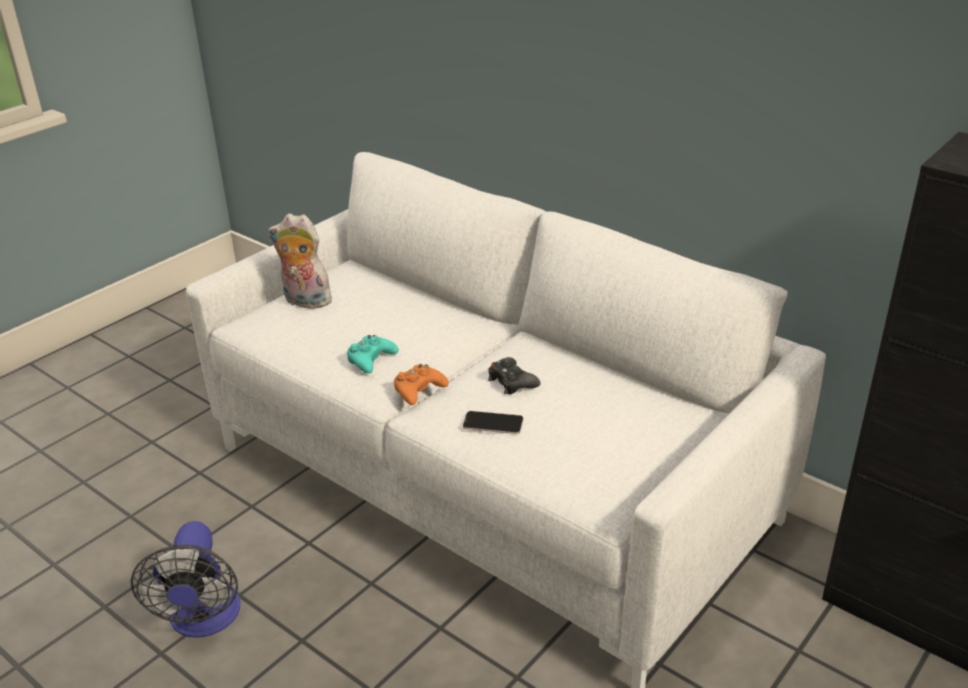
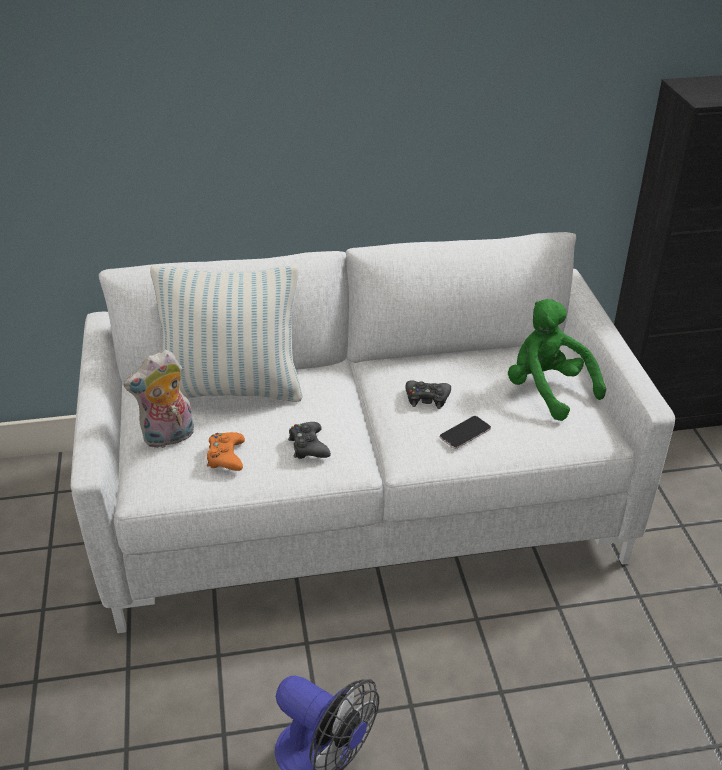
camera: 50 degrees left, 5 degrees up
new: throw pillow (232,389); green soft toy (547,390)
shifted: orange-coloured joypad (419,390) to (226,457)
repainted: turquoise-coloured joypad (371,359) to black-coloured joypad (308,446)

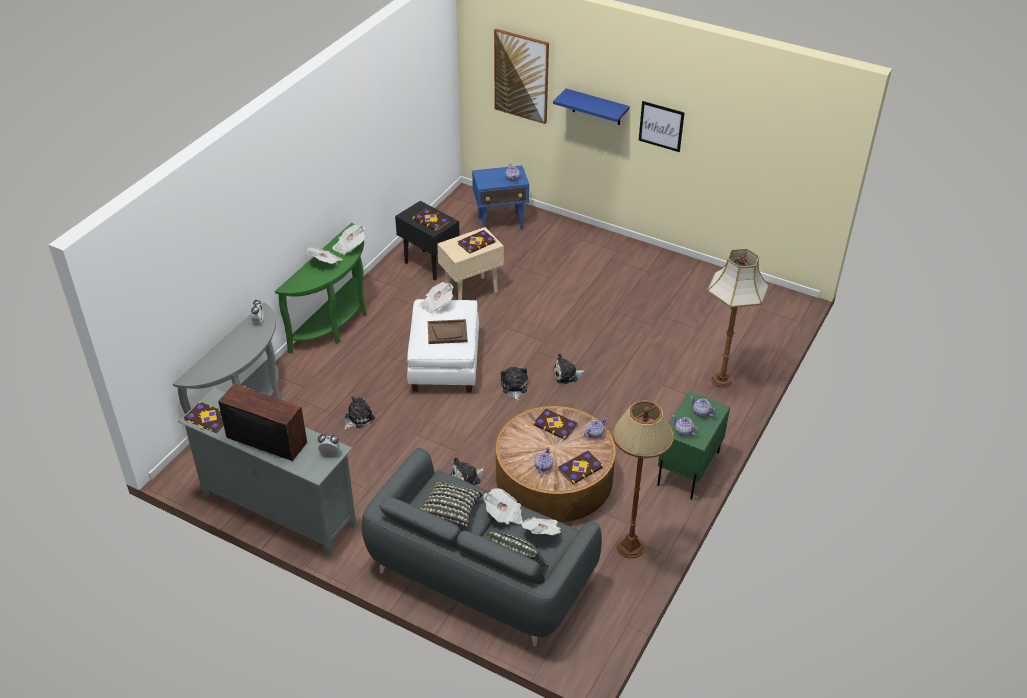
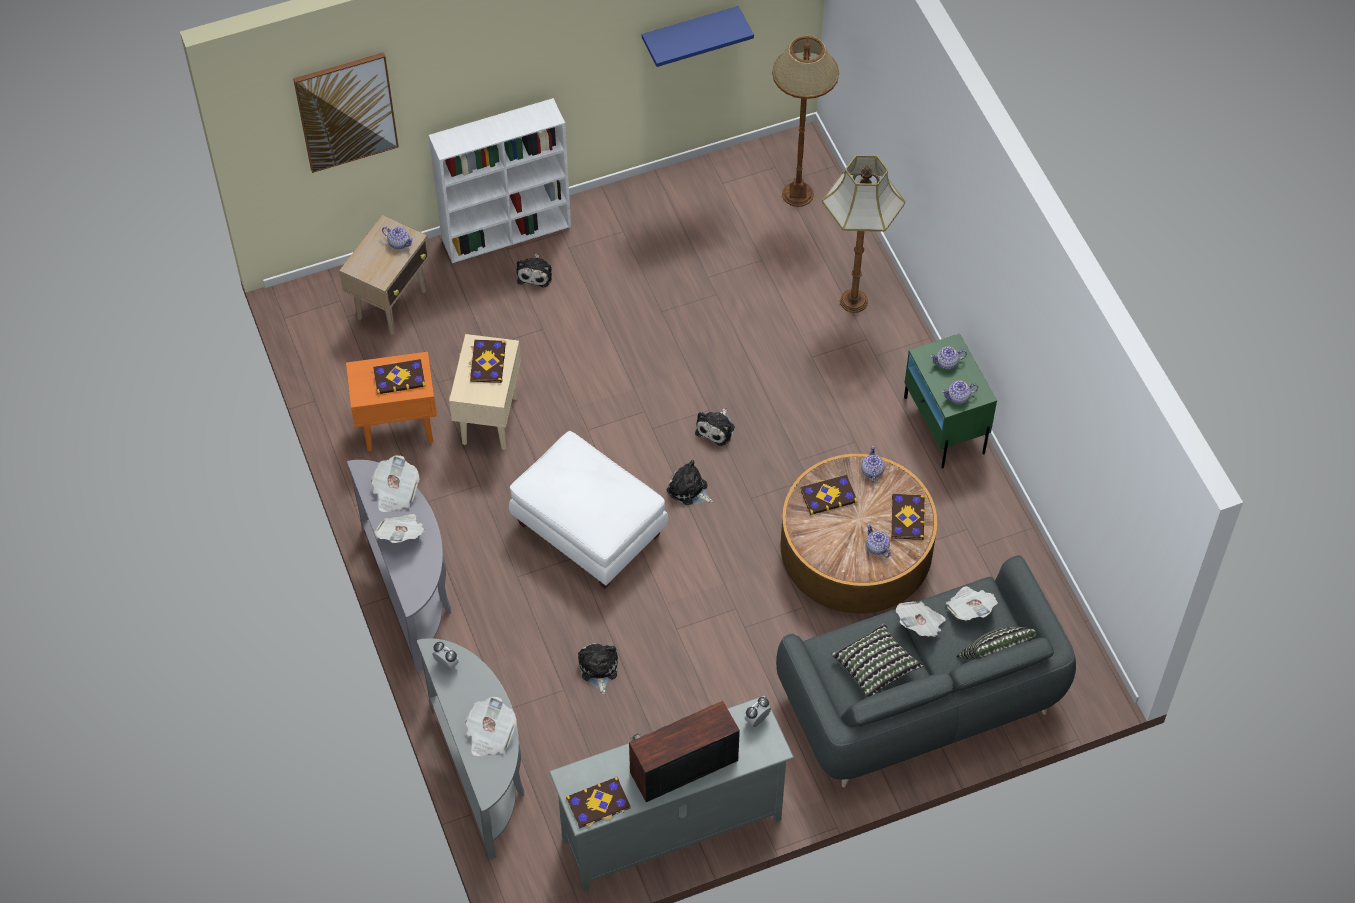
camera: 50 degrees left, 15 degrees up
gone: brown carrying tray (447,332); wall art (661,126)
new: white bookshelf (507,232)
shifted: daily paper (436,304) to (490,734); soft toy (467,478) to (535,273); blue shelf (596,107) to (690,31); brown standard lamp (630,547) to (798,194)
repainted: green hall table (336,323) to greyish hall table (412,591); black-coloured end table (429,265) to orange-coloured end table (397,429); blue end table (501,223) to sand-coloured end table (392,304)

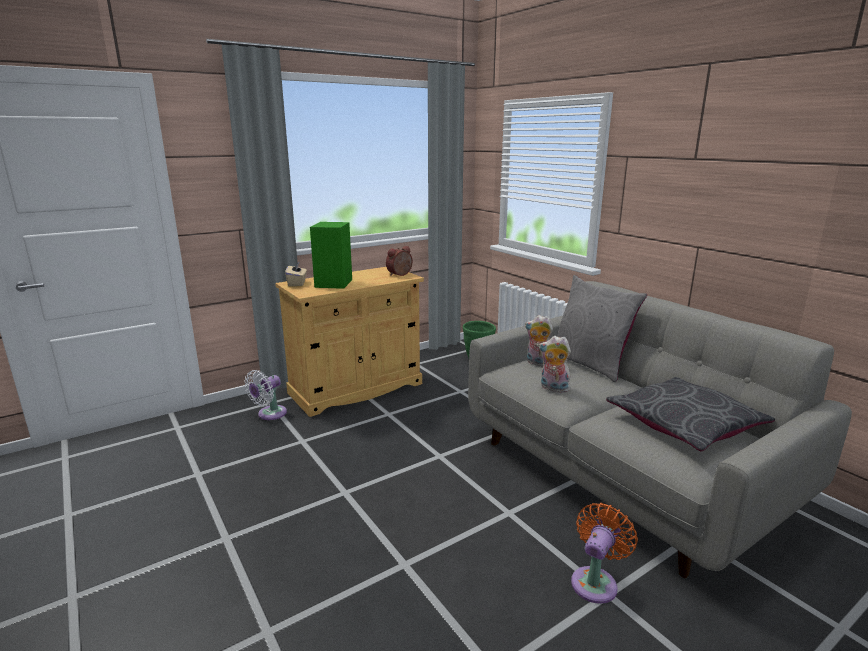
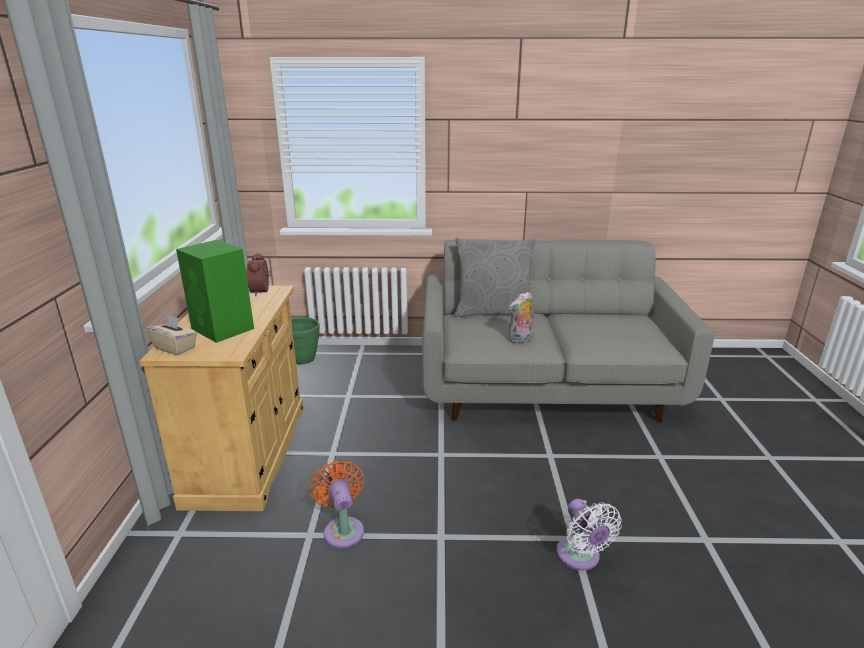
camera: 55 degrees left, 5 degrees up
gone: soft toy (537,363); greyish throw pillow (684,424)
shifted: white fan (269,414) to (580,557); orange-coloured fan (596,581) to (343,529)

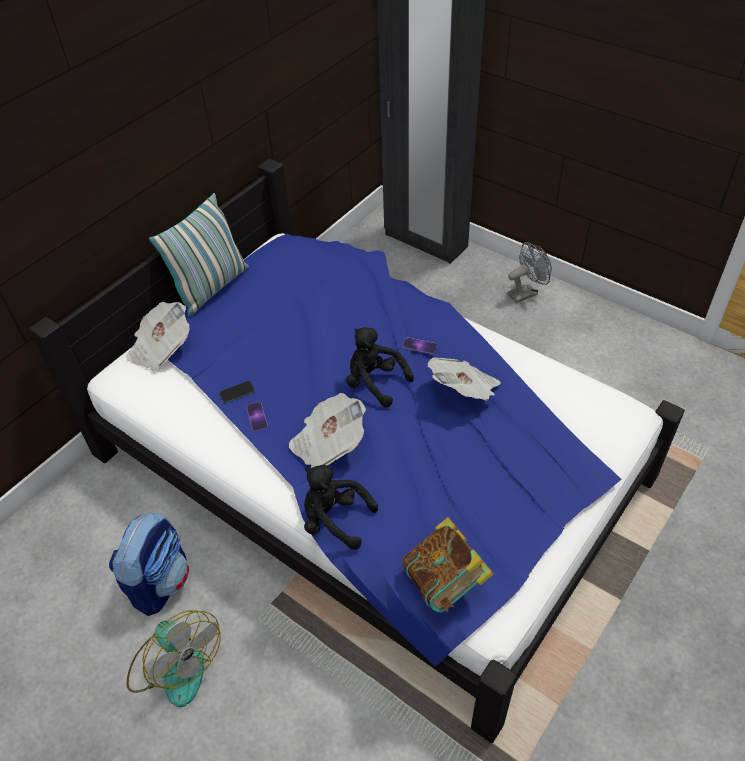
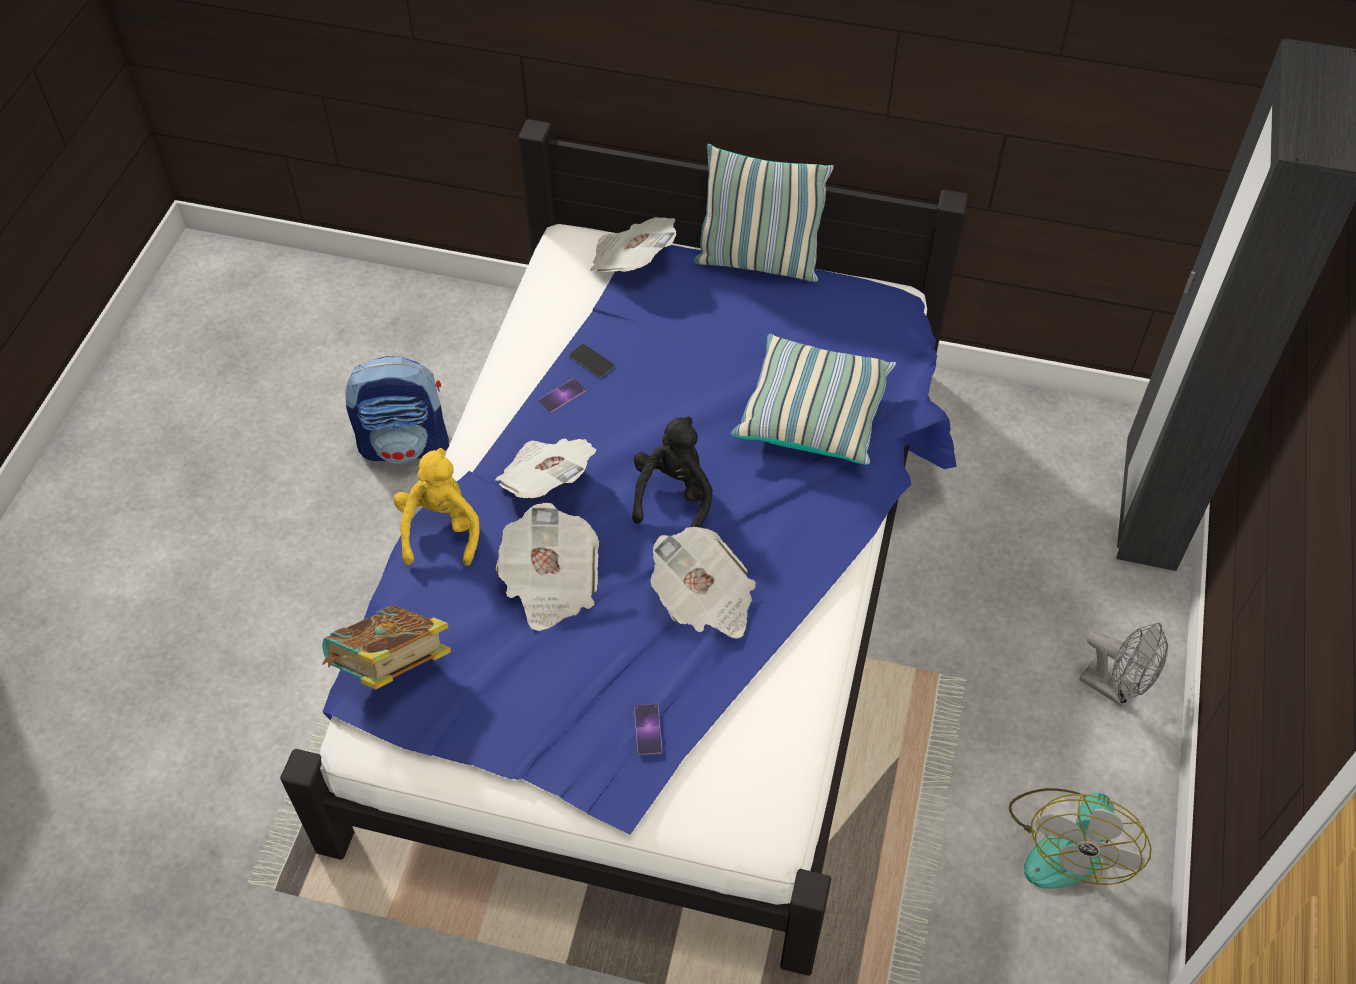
camera: 65 degrees right, 5 degrees up
new: daily paper (550,584); throw pillow (813,414)
shifted: fan (175,665) to (1067,843); handset (419,346) to (648,729)
repainted: black-coloured soft toy (334,520) to yellowish soft toy (441,529)

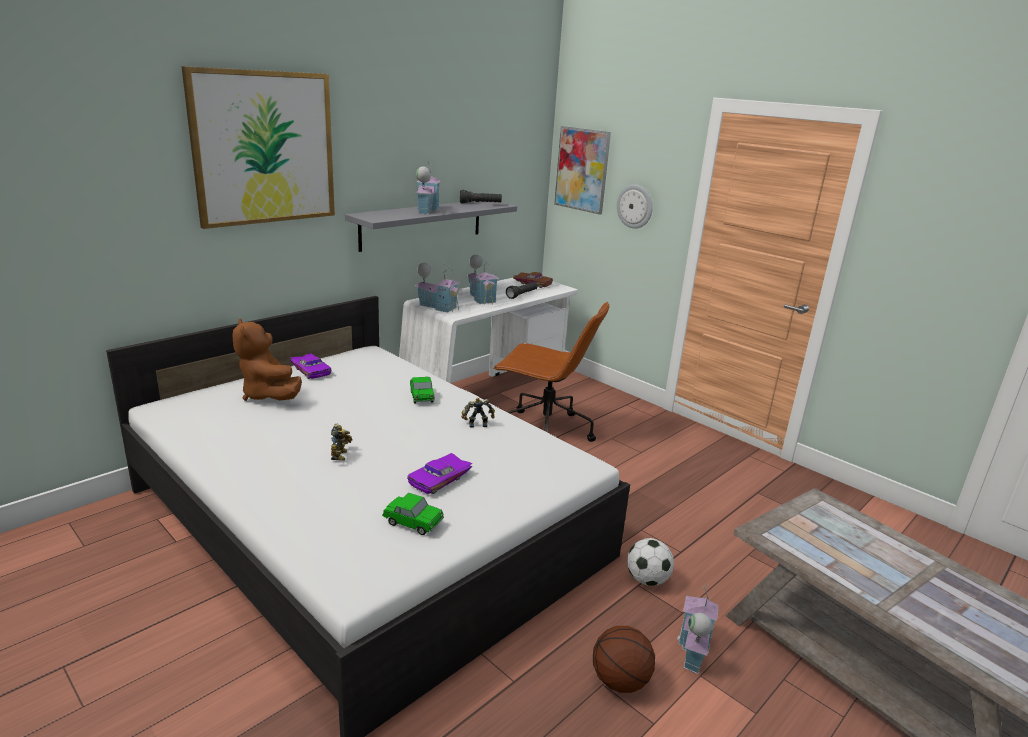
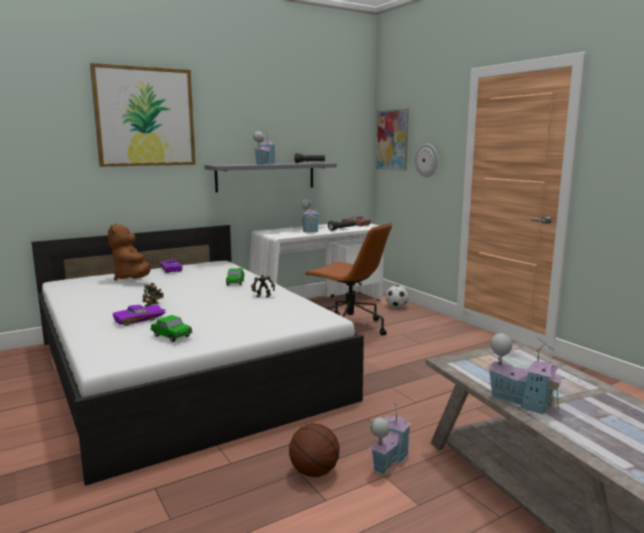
camera: 15 degrees right, 10 degrees down
shifted: purplish miniature car (441,480) to (140,320); model house (438,307) to (522,401); ball for football (647,580) to (396,307)

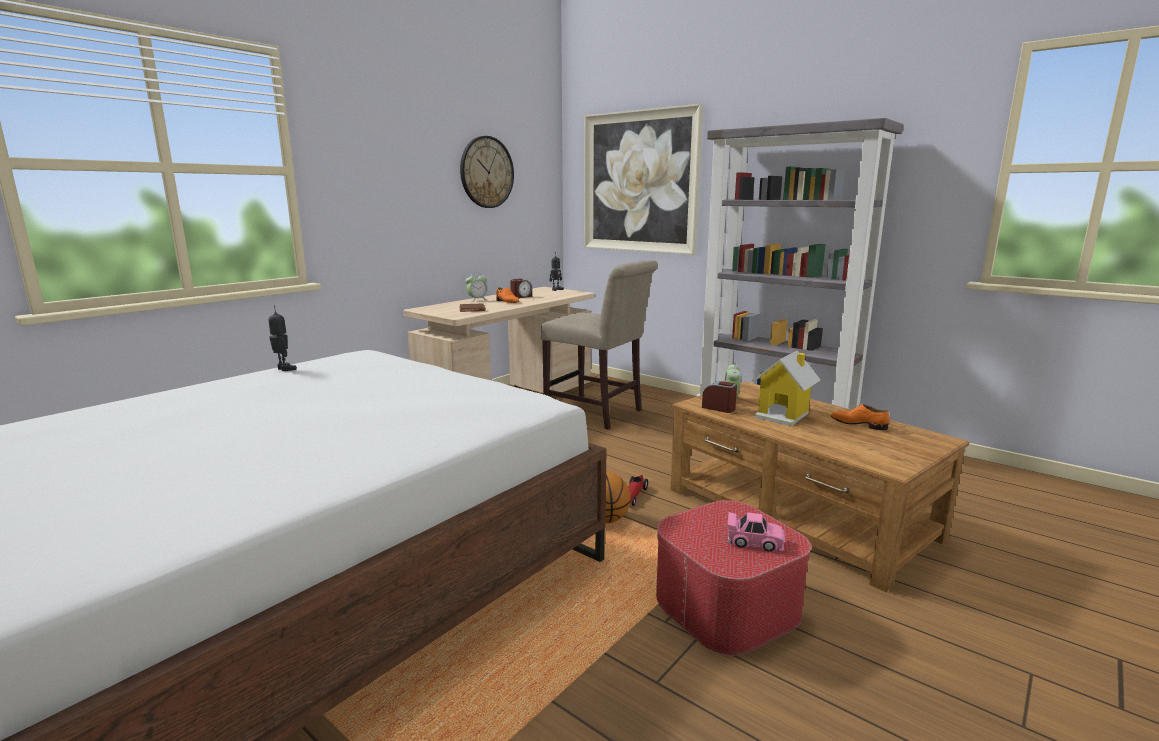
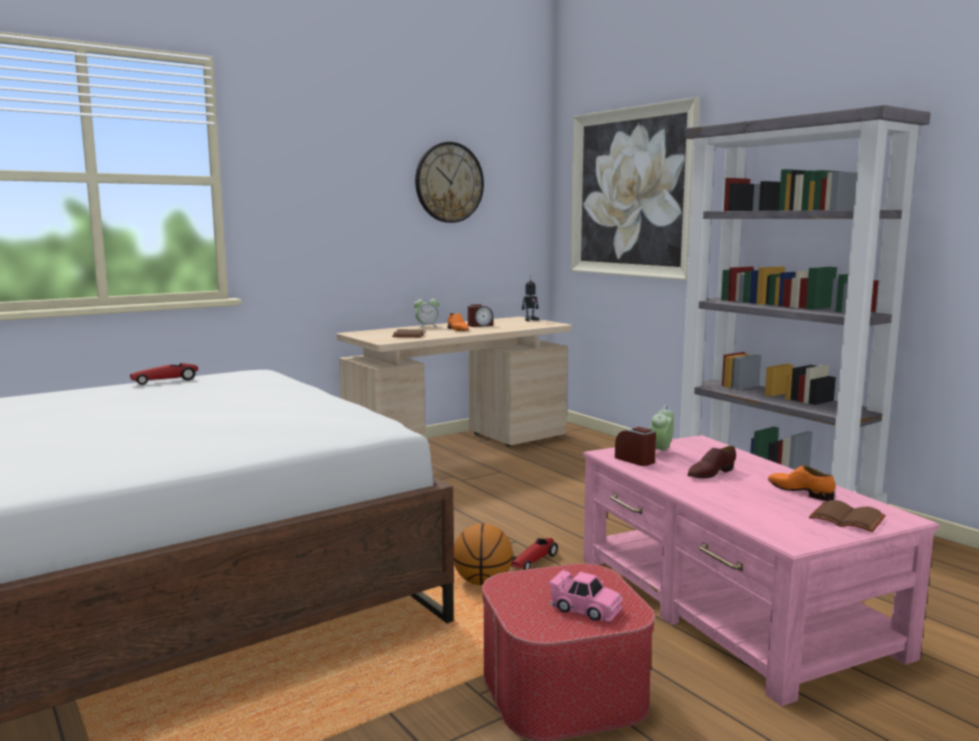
camera: 15 degrees right, 5 degrees down
gone: sand-coloured plain chair (597,413)
new: brown volume (848,518)
swapped: model robot (284,369) to miniature car (165,381); model house (783,415) to brown shoe (710,473)
repainted: brown lounge table (798,513) to pinkish lounge table (729,604)

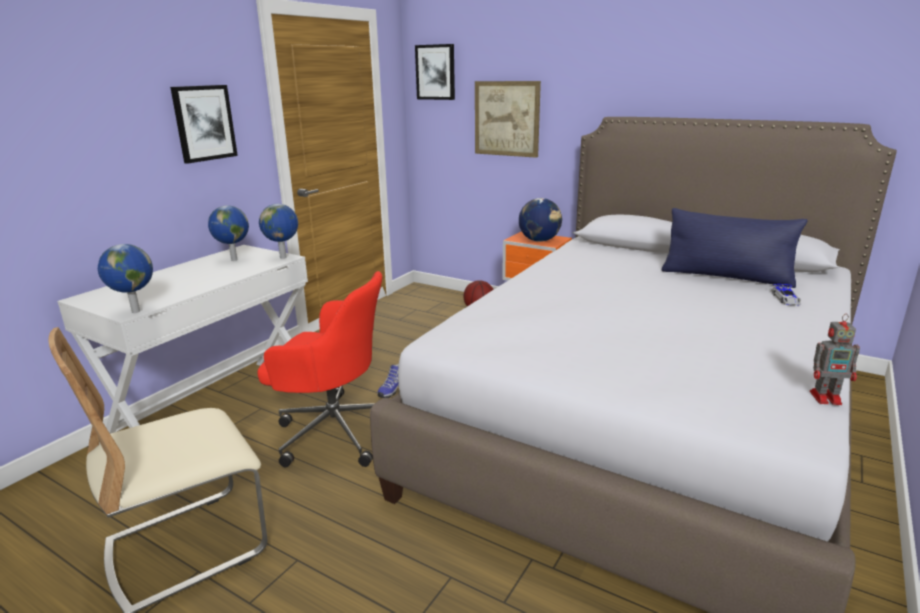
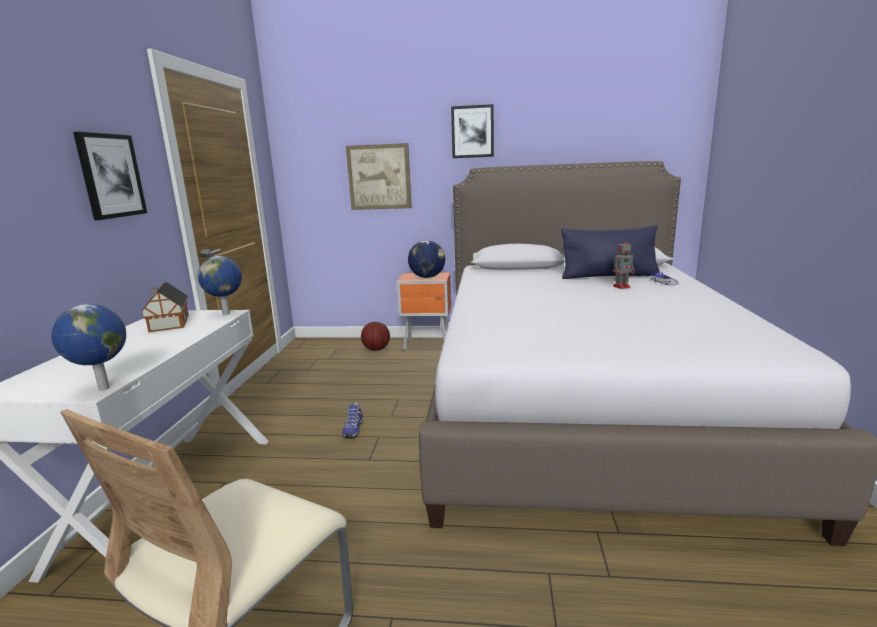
camera: 25 degrees left, 5 degrees down
gone: red office chair (334,430)
shifted: wall art (435,72) to (472,132); model robot (827,398) to (622,286)
swapped: world globe (233,260) to model house (168,324)

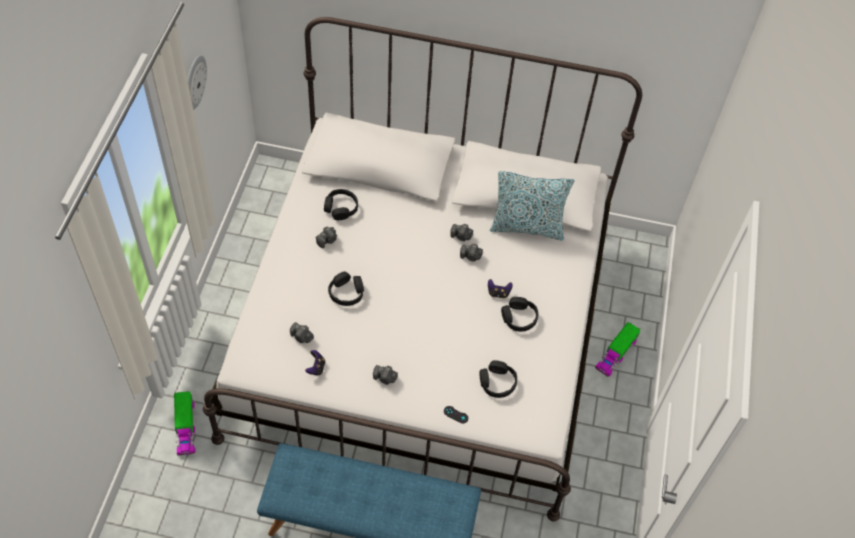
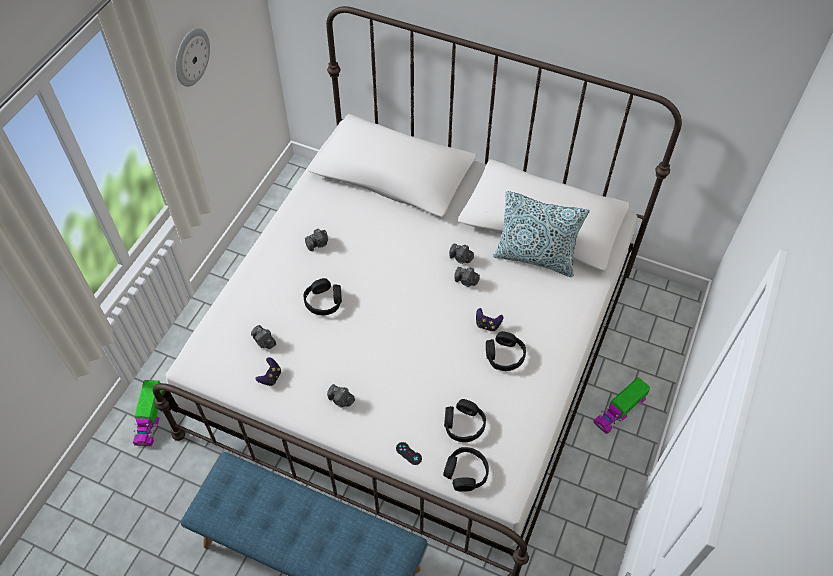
camera: 15 degrees right, 0 degrees up
shifted: black-coloured pair of headphones (341,208) to (466,472)

